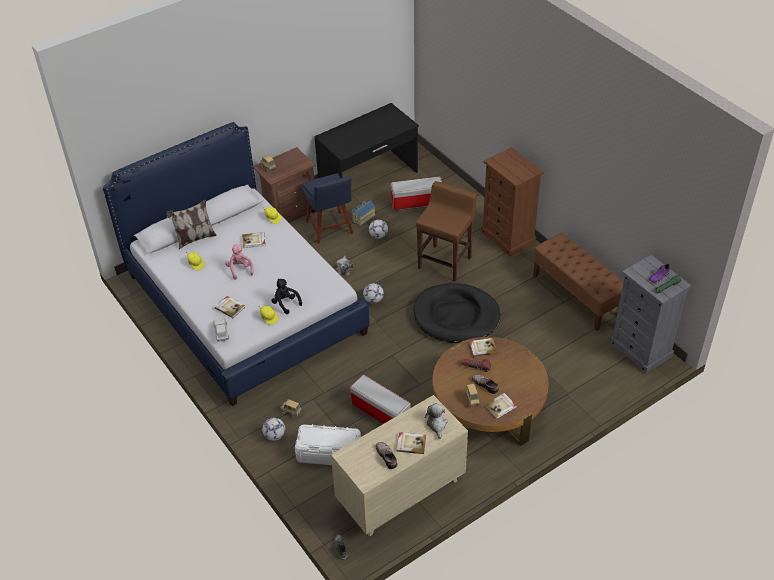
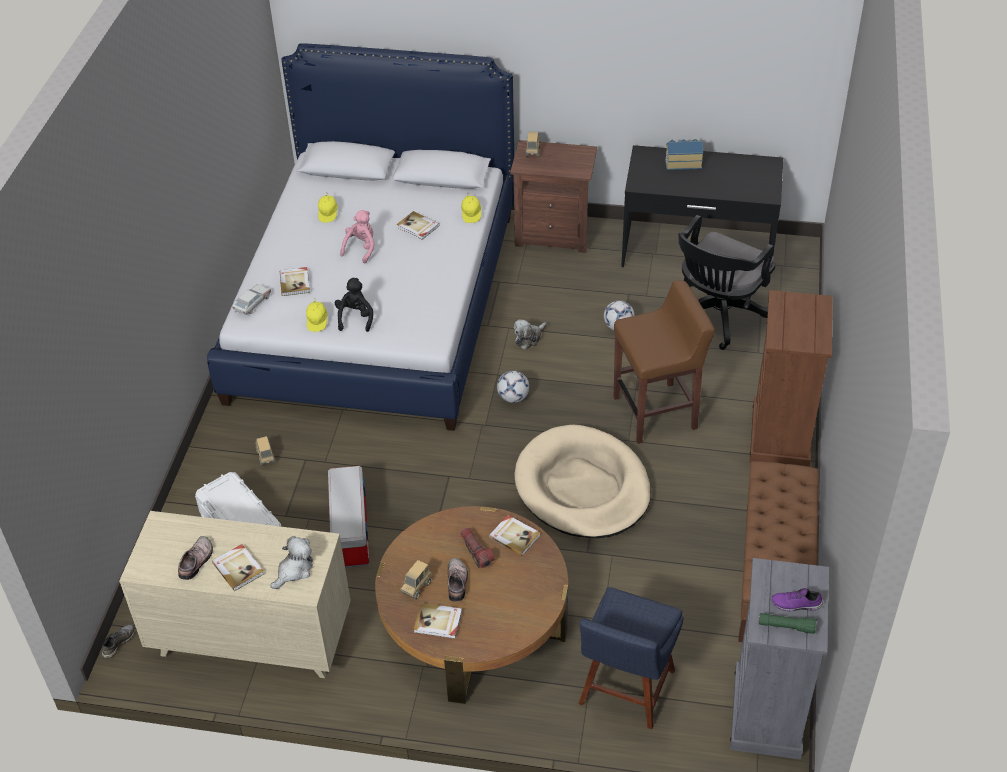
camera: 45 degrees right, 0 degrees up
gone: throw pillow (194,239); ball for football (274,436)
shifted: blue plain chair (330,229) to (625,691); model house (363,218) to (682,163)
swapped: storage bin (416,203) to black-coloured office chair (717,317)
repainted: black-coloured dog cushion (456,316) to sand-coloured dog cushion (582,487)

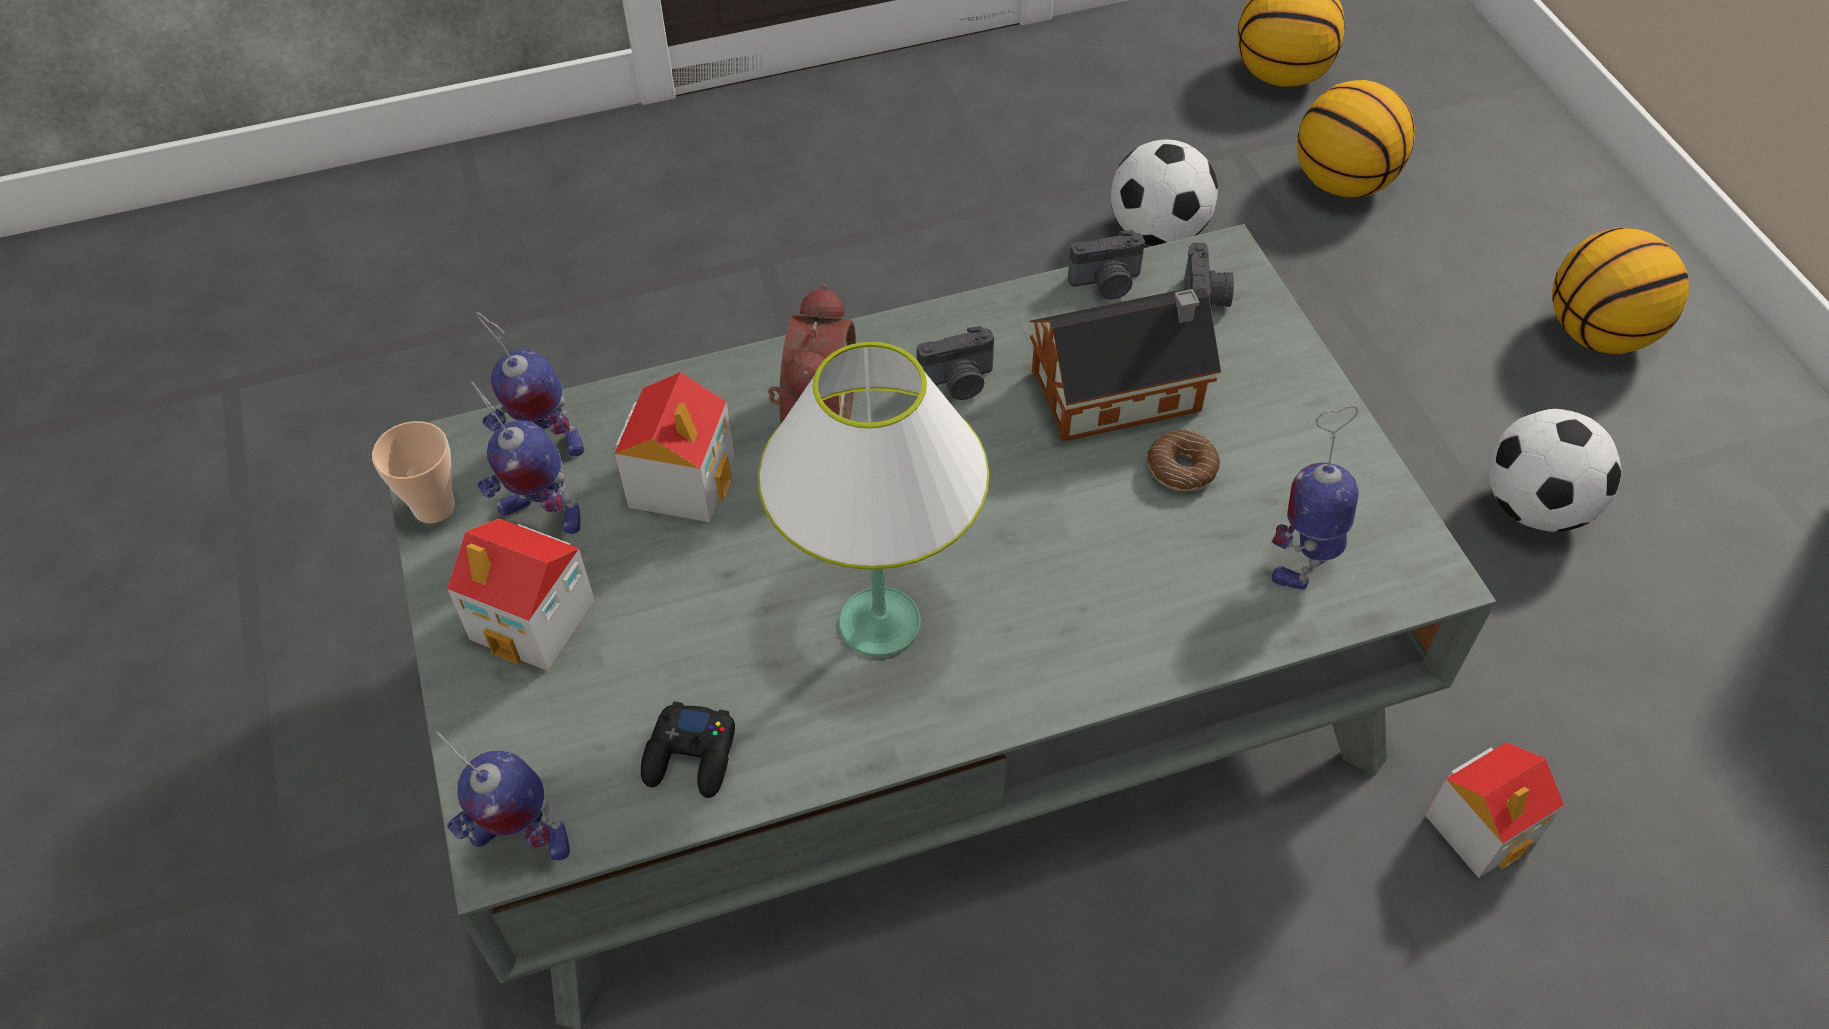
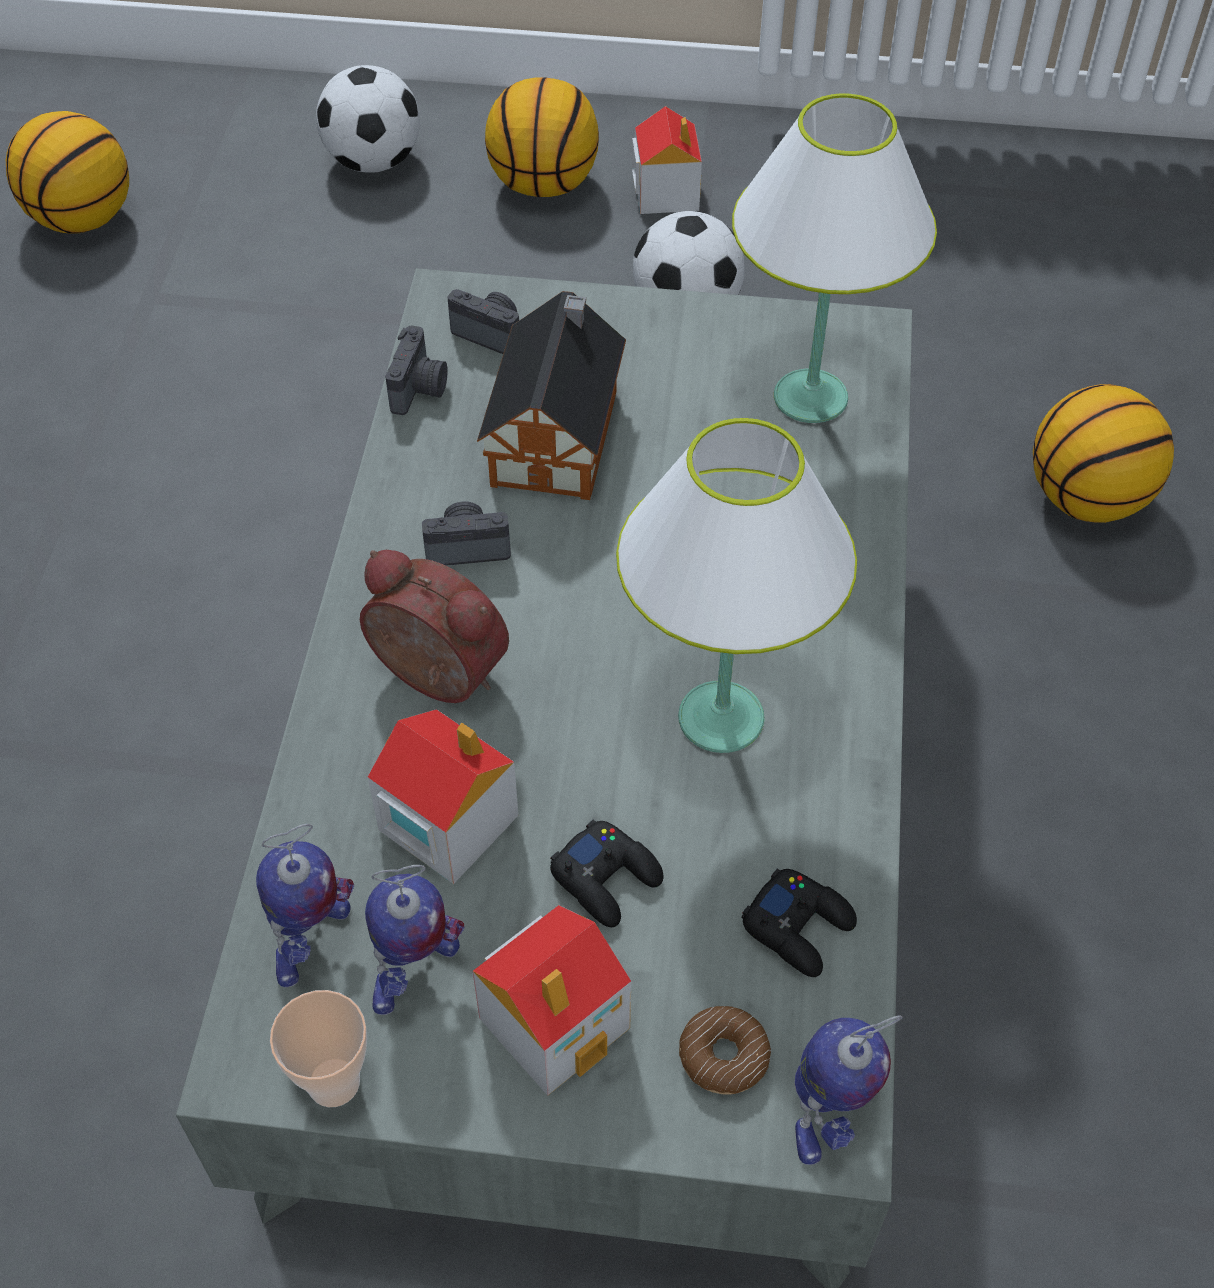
camera: 65 degrees left, 0 degrees up
new: black-coloured joypad (607,878)
shifted: ball for football (1157,232) to (373,162); doughnut (1181,468) to (723,1056); ball for basketball (1343,183) to (1087,499); model house (1482,826) to (666,192)
swapped: model robot (1305,558) to white table lamp (811,397)
rotated: photo camera (958,382) = (467,546) 105 degrees counterclockwise

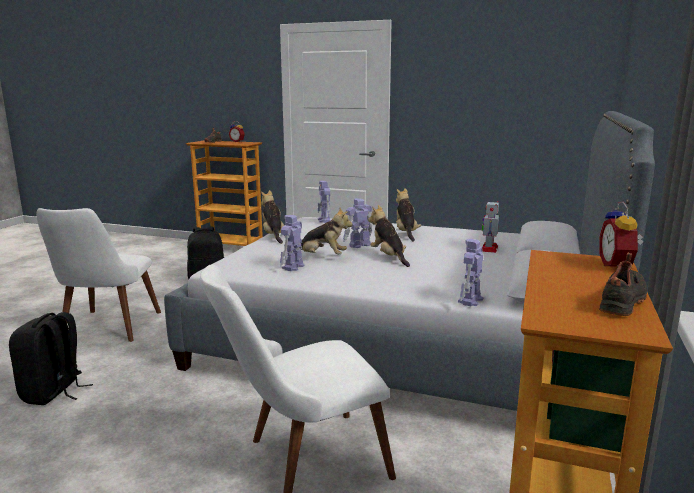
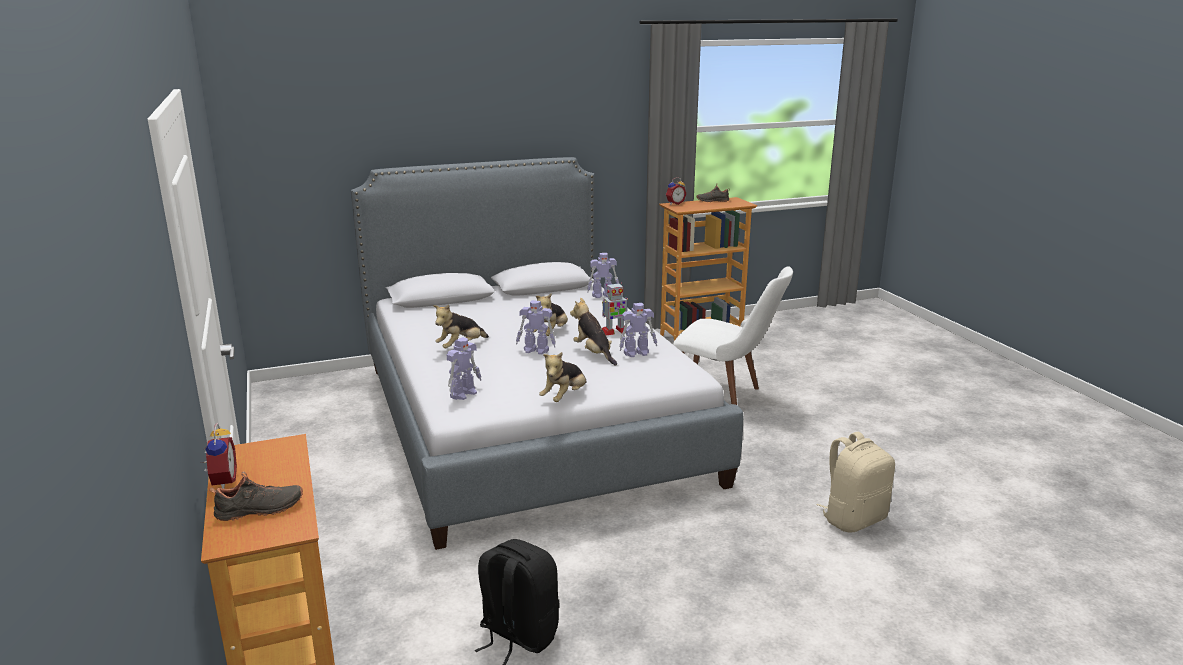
camera: 130 degrees left, 5 degrees up
gone: white plain chair (106,330)
shifted: model robot (489,248) to (614,331)
repainted: black-coloured rucksack (54,392) to sand-coloured rucksack (853,519)

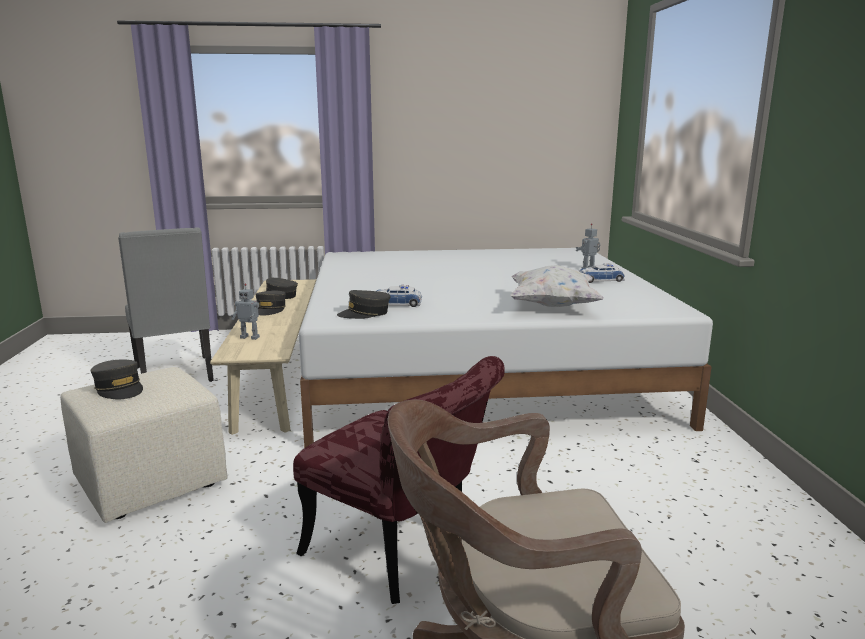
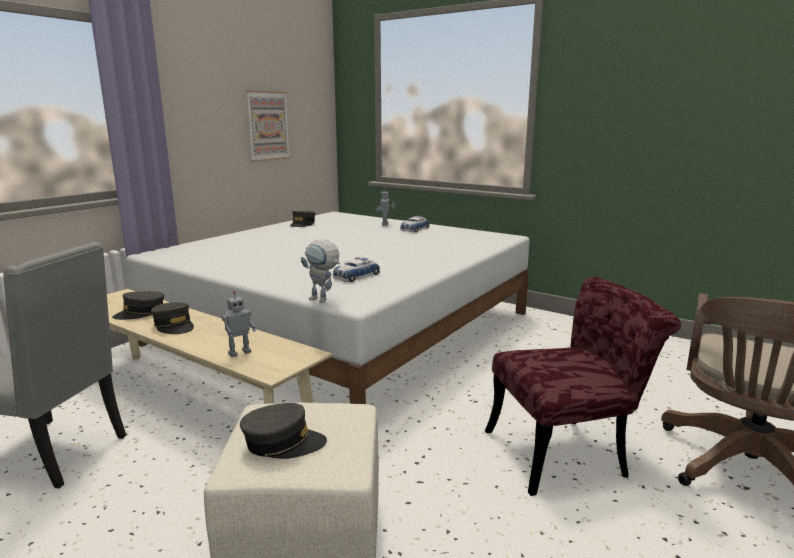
camera: 50 degrees left, 0 degrees up
gone: white throw pillow (552,306)
new: wall art (268,126); model robot (323,300)
shifted: greyish peaked cap (364,313) to (302,224)

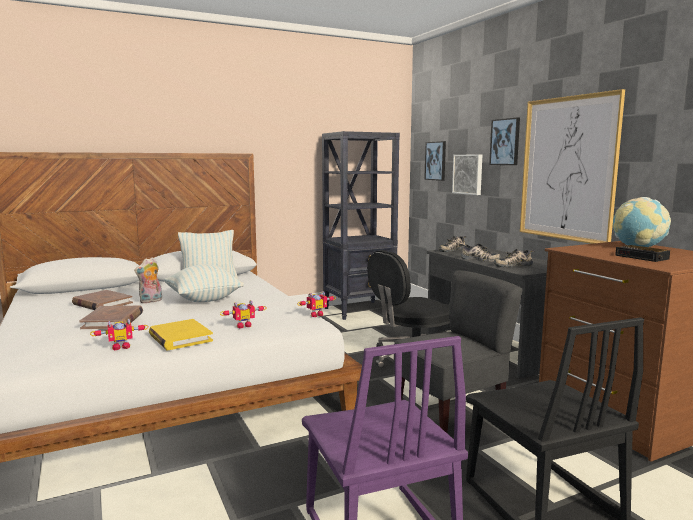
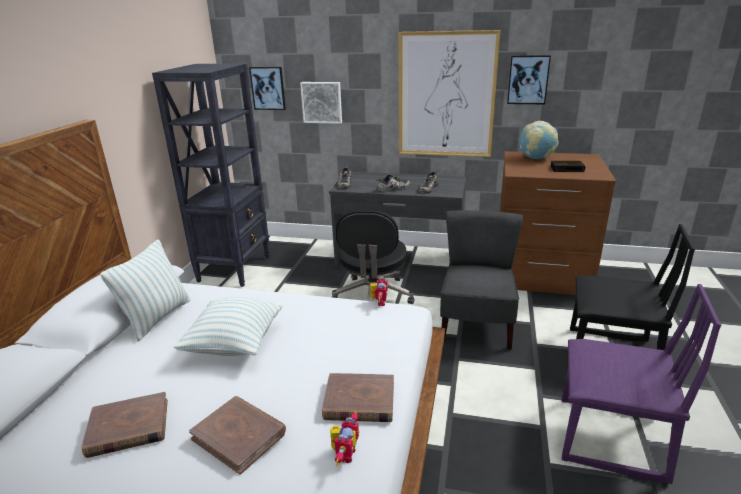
camera: 50 degrees left, 15 degrees up
gone: soft toy (151,301); model robot (243,325)
shifted: wall art (505,142) to (528,79)
repainted: yellowish volume (180,338) to brown volume (359,401)

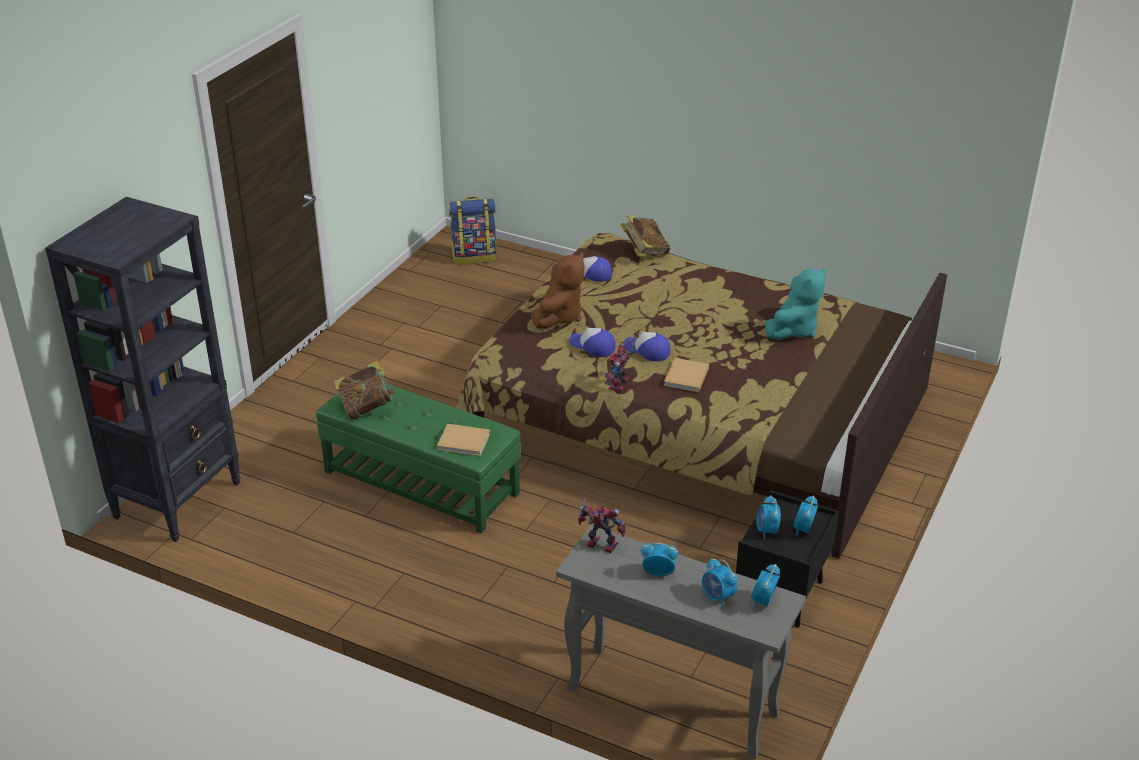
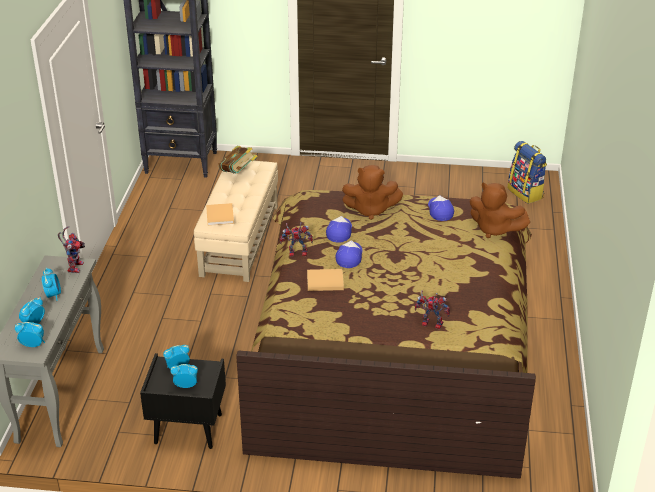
camera: 70 degrees right, 0 degrees up
swapped: volume (644,252) to brown soft toy (494,229); turquoise-coloured soft toy (793,330) to model robot (430,324)
repainted: green footrest (421,483) to sand-coloured footrest (239,240)

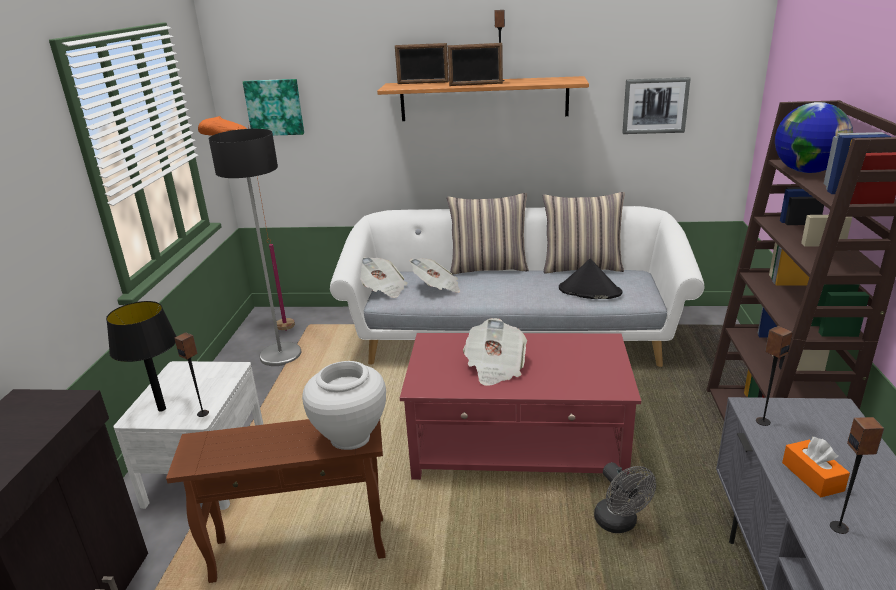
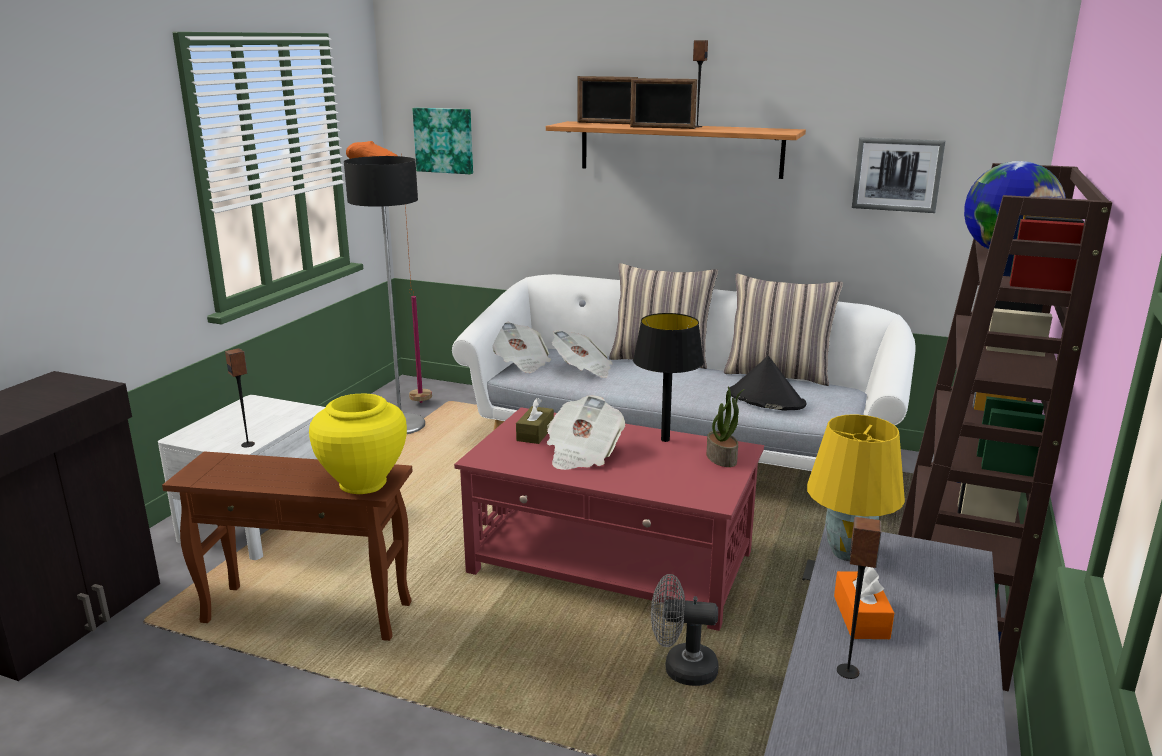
camera: 15 degrees right, 5 degrees down
new: brown tissue holder (535,433); potted plant (722,458)
shifted: black-coloured table lamp (162,409) to (665,440)
swapped: speaker (762,421) to yellowish table lamp (848,552)
repainted: white vase (350,437) to yellowish vase (363,483)
rotated: greyish fan (620,524) = (681,669) 105 degrees clockwise

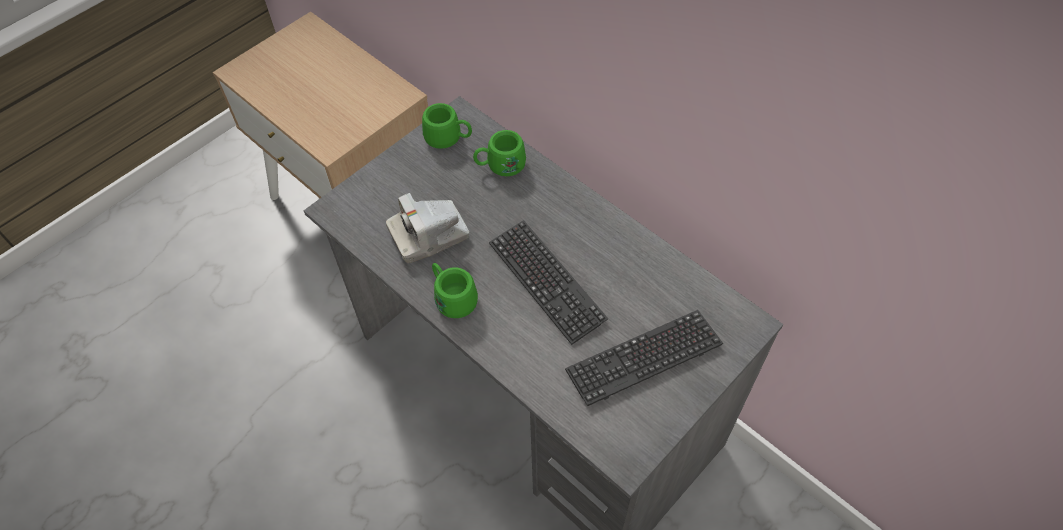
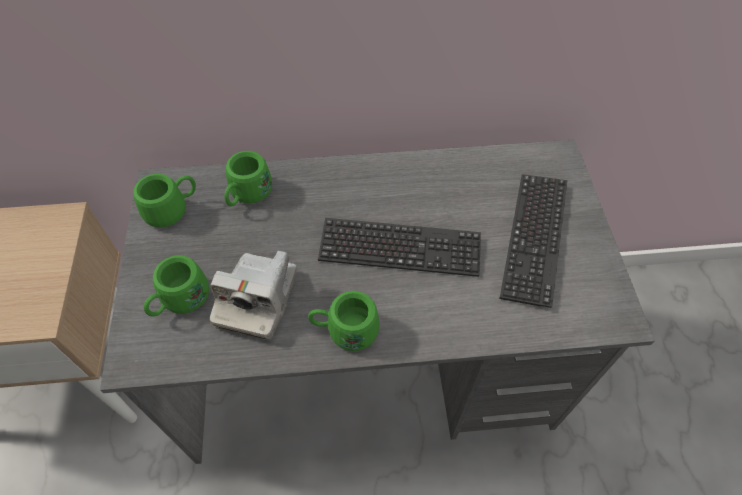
camera: 50 degrees left, 0 degrees up
new: green mug (180,301)

